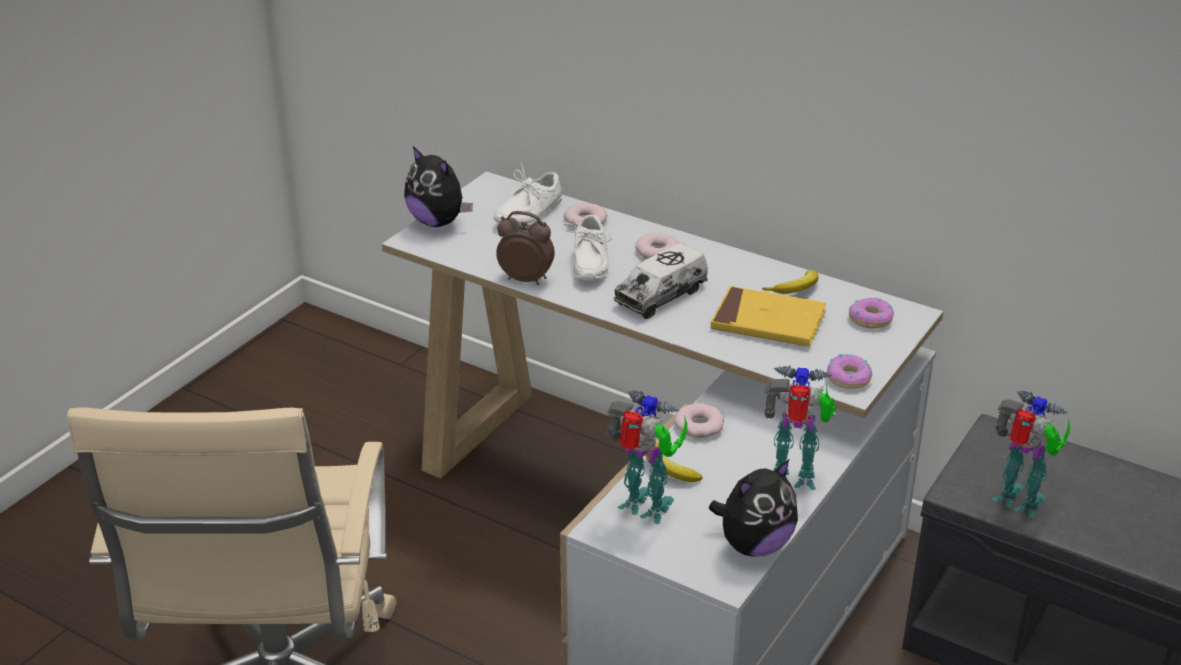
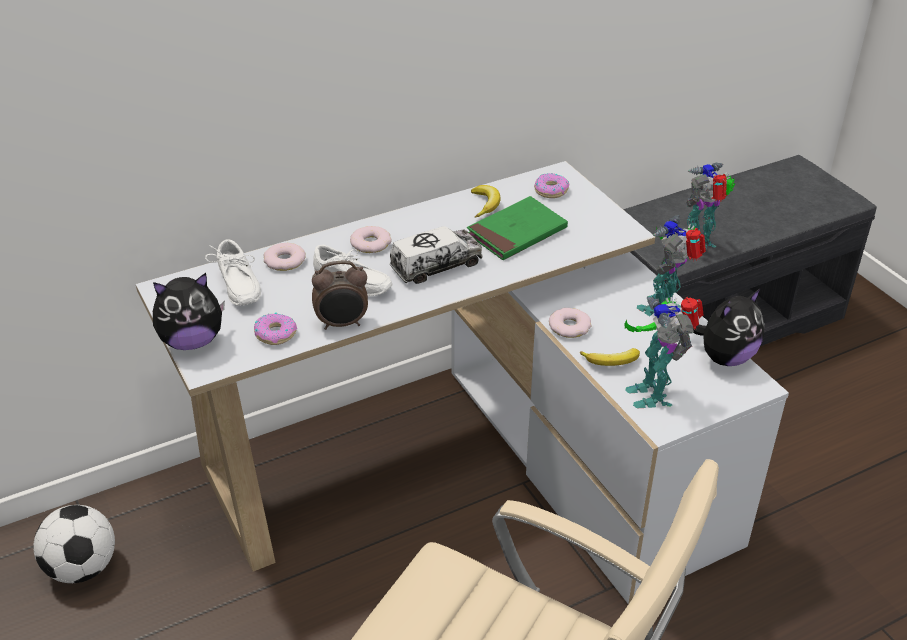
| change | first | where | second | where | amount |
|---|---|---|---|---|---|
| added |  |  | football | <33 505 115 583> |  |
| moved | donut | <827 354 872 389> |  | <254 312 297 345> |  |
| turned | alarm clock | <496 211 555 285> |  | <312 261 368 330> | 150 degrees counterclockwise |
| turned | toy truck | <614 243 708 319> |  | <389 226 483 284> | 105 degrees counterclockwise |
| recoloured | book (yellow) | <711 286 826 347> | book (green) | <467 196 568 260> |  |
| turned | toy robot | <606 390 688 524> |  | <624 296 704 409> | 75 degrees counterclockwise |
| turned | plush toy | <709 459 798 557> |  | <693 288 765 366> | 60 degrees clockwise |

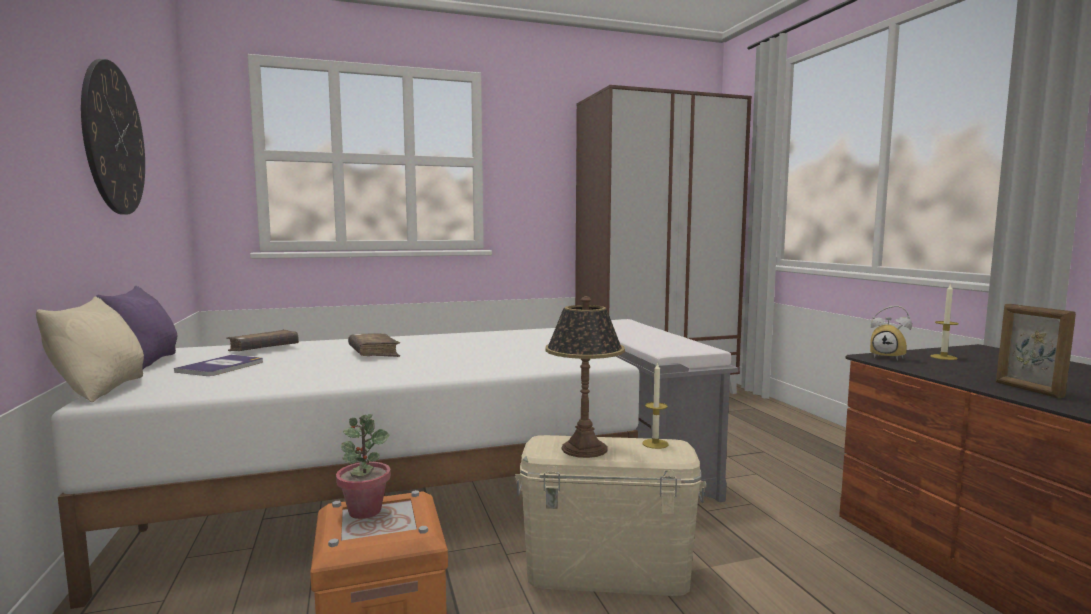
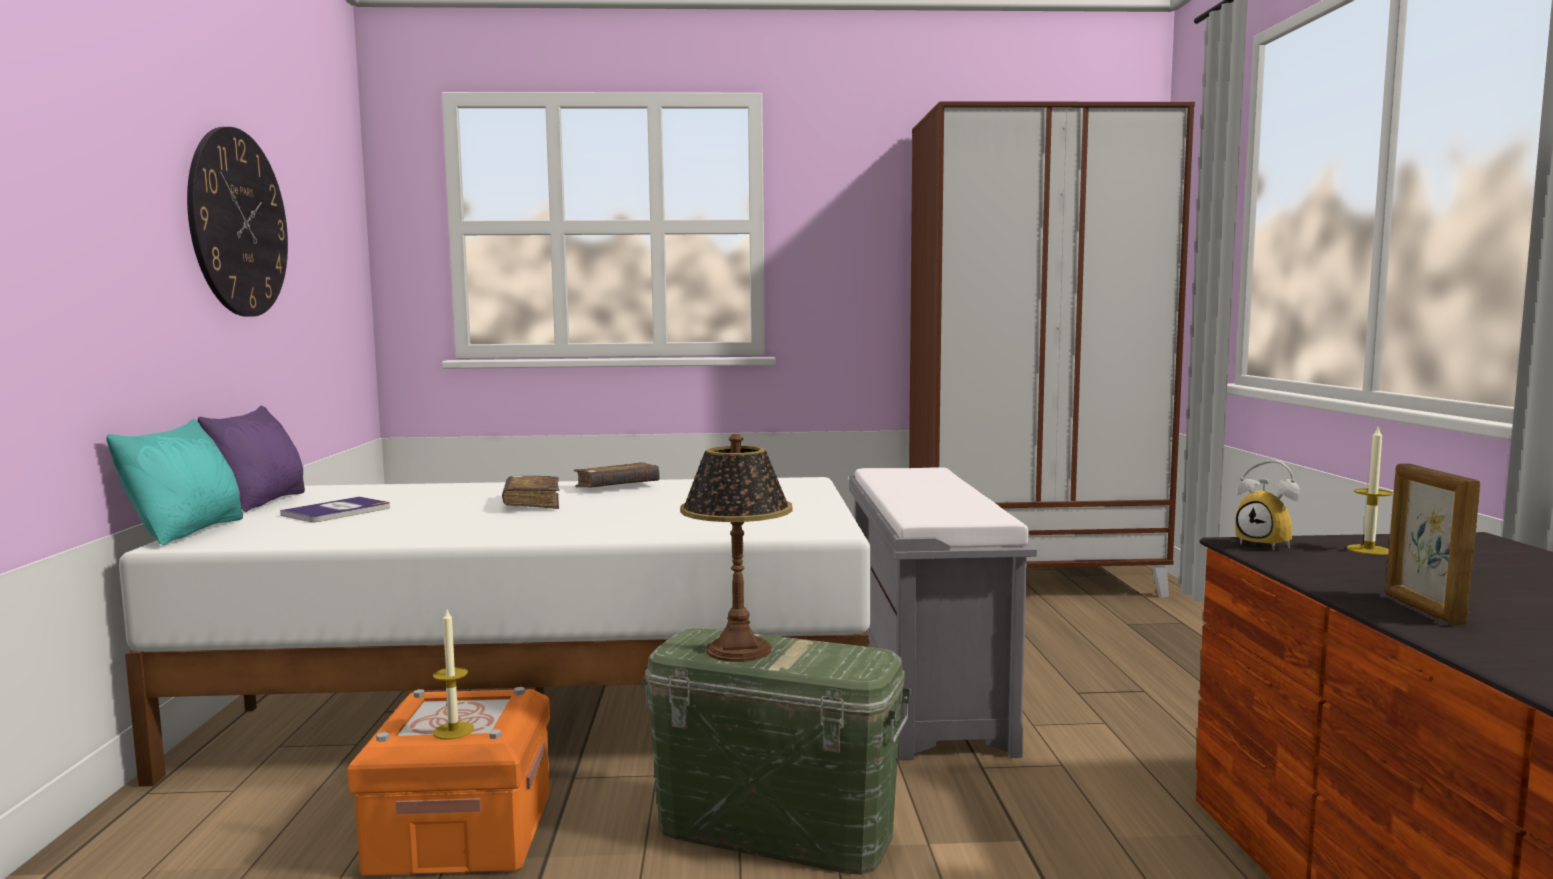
| change | first | where | second | where | amount |
|---|---|---|---|---|---|
| recoloured | pillow (beige) | <36 296 144 402> | pillow (turquoise) | <106 419 243 545> |  |
| moved | candle | <642 362 668 449> |  | <433 610 474 740> |  |
| moved | book (brown) | <226 330 299 351> |  | <574 462 659 488> |  |
| recoloured | storage box (beige) | <515 435 706 596> | storage box (green) | <642 628 911 875> |  |
| removed | potted plant | <336 414 391 519> |  |  |  |

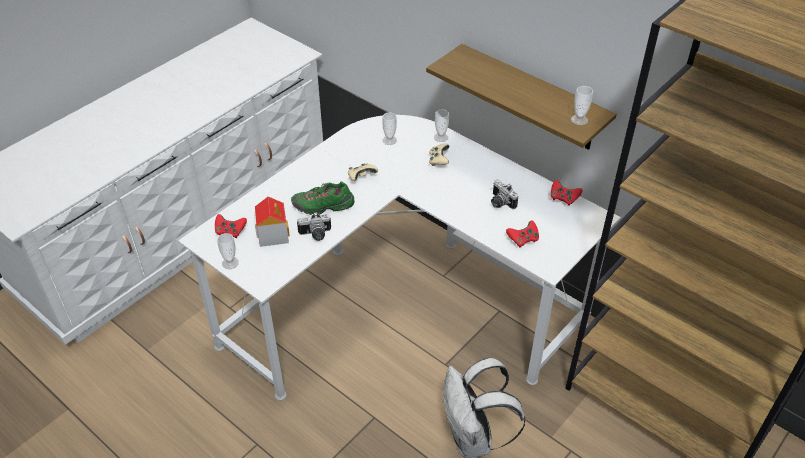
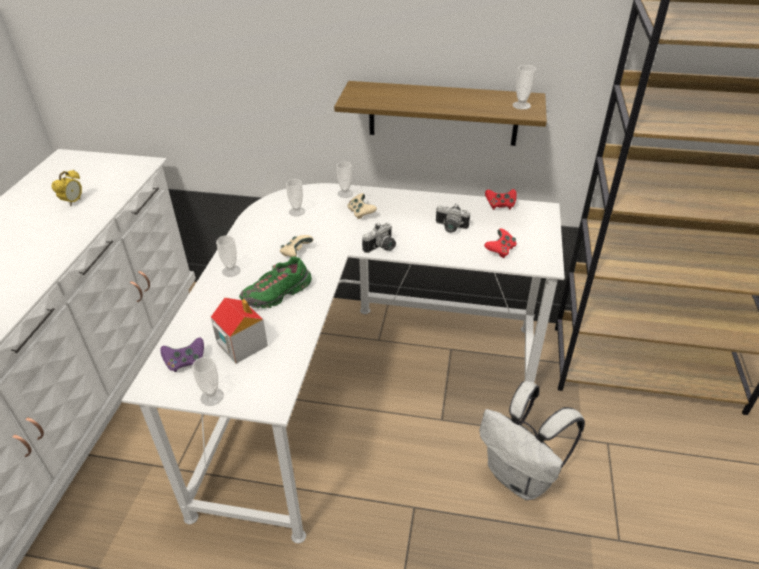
| change | first | where | second | where | amount |
|---|---|---|---|---|---|
| added |  |  | alarm clock | <52 170 82 206> |  |
| recoloured | game controller (red) | <215 214 247 238> | game controller (purple) | <160 337 204 372> |  |
| added |  |  | cup | <216 235 241 277> |  |
| moved | photo camera | <297 212 331 241> |  | <362 223 396 253> |  |

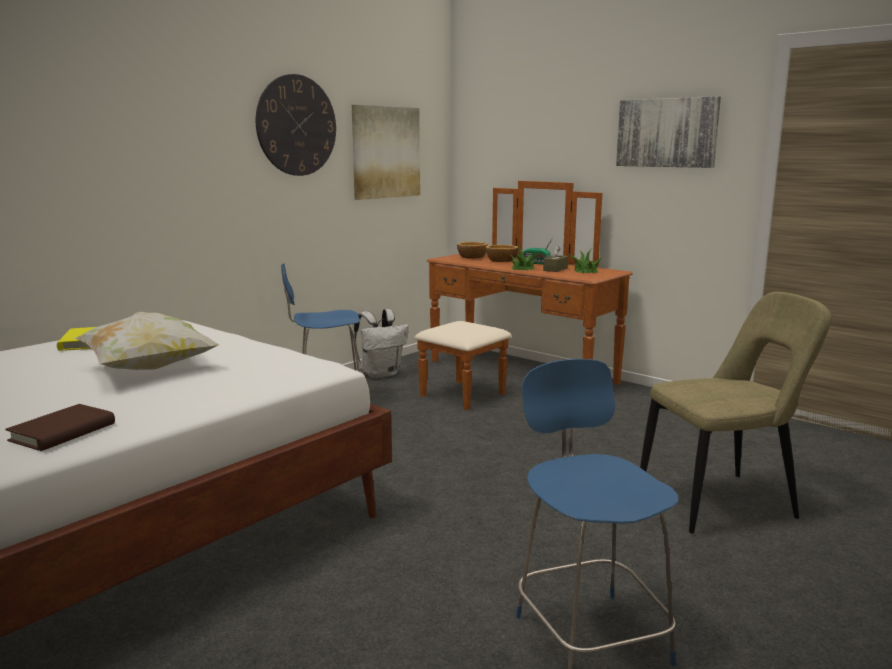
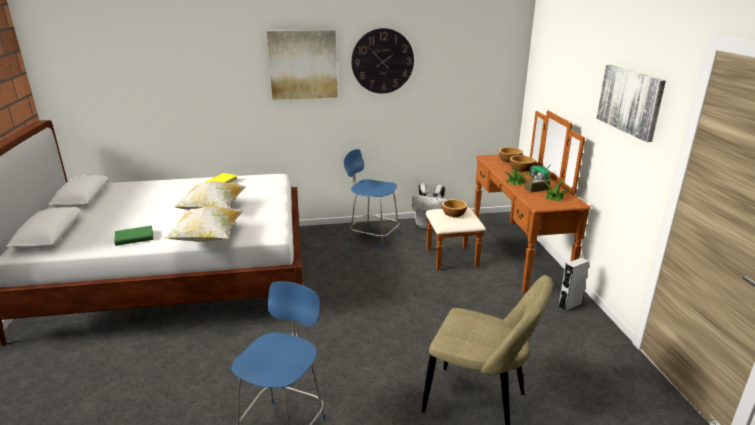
| change | first | where | second | where | amount |
|---|---|---|---|---|---|
| recoloured | book (brown) | <5 404 115 451> | book (green) | <114 226 153 246> |  |
| added |  |  | pillow | <165 207 244 242> |  |
| moved | picture | <352 105 420 200> |  | <267 30 338 100> |  |
| added |  |  | bowl | <442 199 467 217> |  |
| added |  |  | speaker (grey) | <558 257 590 312> |  |

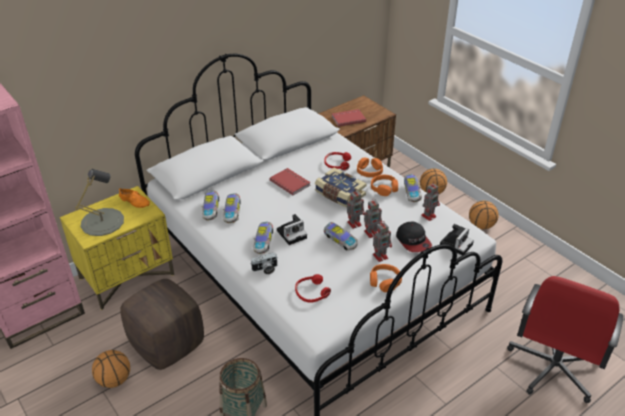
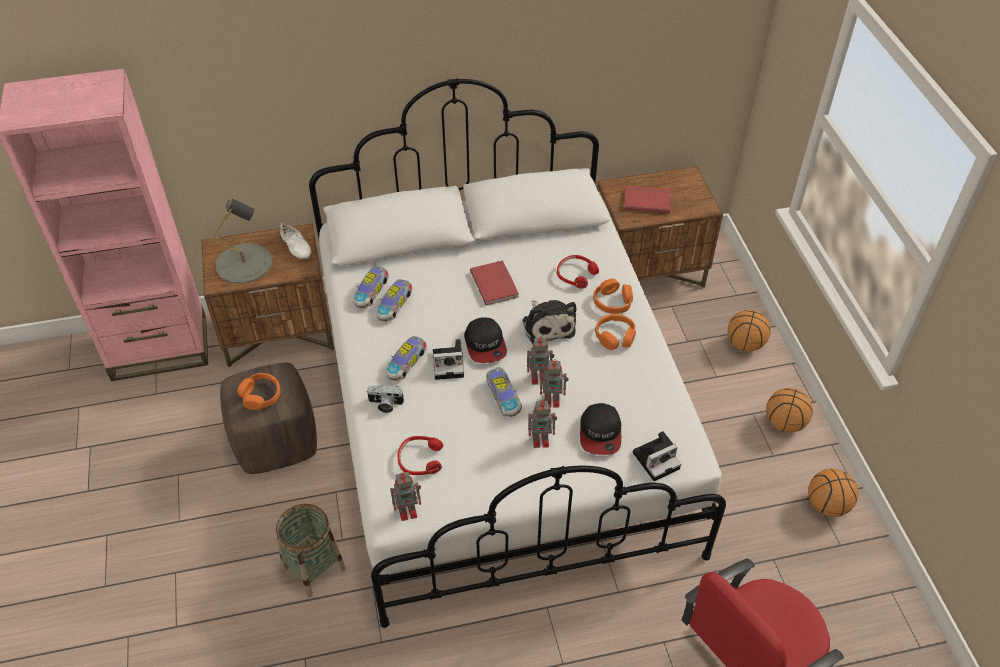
| change | first | where | second | where | amount |
|---|---|---|---|---|---|
| recoloured | nightstand (yellow) | <60 186 174 310> | nightstand (brown) | <201 223 334 367> |  |
| moved | headphones (orange) | <370 264 402 292> |  | <237 373 281 410> |  |
| recoloured | shoe (orange) | <119 188 150 208> | shoe (white) | <280 223 311 259> |  |
| moved | toy robot | <421 183 440 221> |  | <390 472 421 521> |  |
| added |  |  | cap | <464 317 507 363> |  |
| replaced | book | <315 167 367 208> | plush toy | <523 300 576 344> |  |
| moved | basketball | <92 350 130 388> |  | <808 469 858 517> |  |
| removed | toy car | <404 174 422 202> |  |  |  |

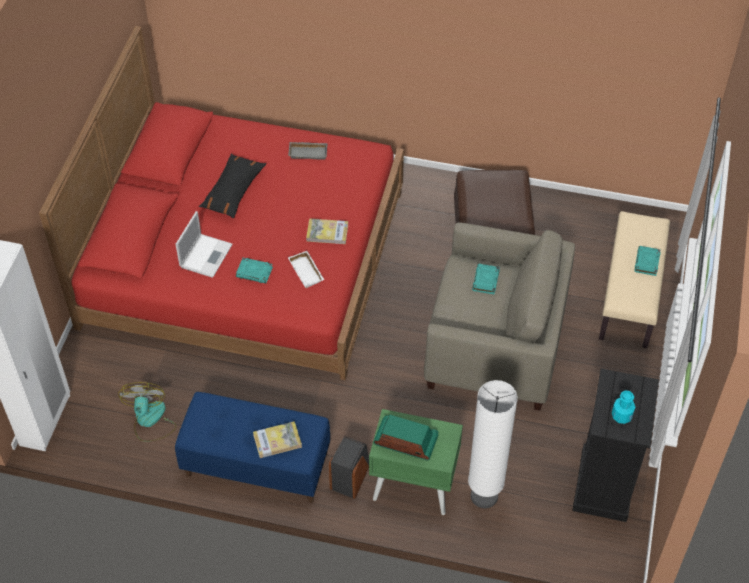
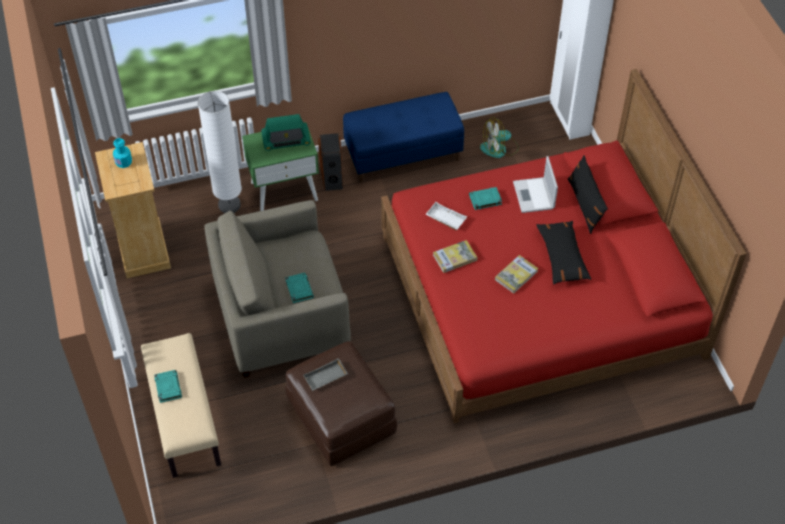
| change | first | where | second | where | amount |
|---|---|---|---|---|---|
| recoloured | dresser (black) | <572 368 659 522> | dresser (beige) | <95 142 171 278> |  |
| moved | tray (grey) | <288 142 328 160> |  | <303 358 348 391> |  |
| turned | fan | <118 382 176 442> |  | <480 117 519 158> | 105 degrees clockwise |
| moved | book | <253 421 302 458> |  | <495 255 539 294> |  |
| added |  |  | pillow (black) | <568 155 608 234> |  |

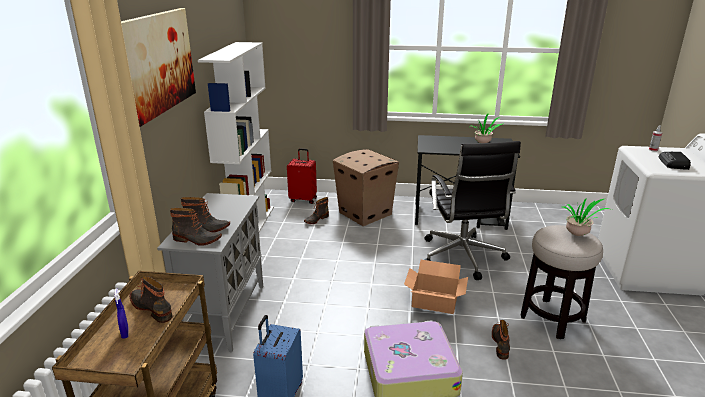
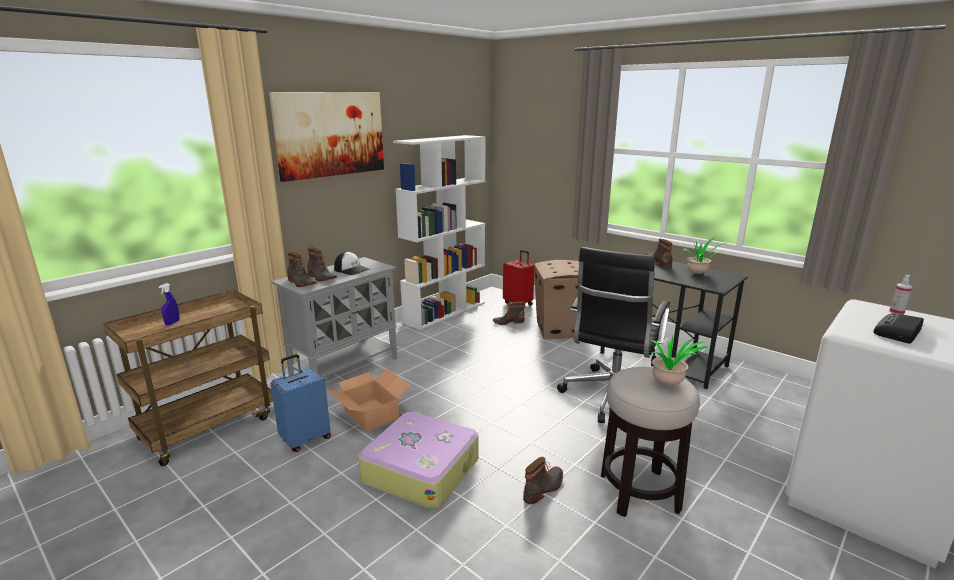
| change | first | where | second | where | amount |
|---|---|---|---|---|---|
| moved | cardboard box | <404 260 468 314> |  | <327 368 411 432> |  |
| added |  |  | cap | <334 252 370 275> |  |
| moved | boot | <129 276 173 323> |  | <645 239 673 268> |  |

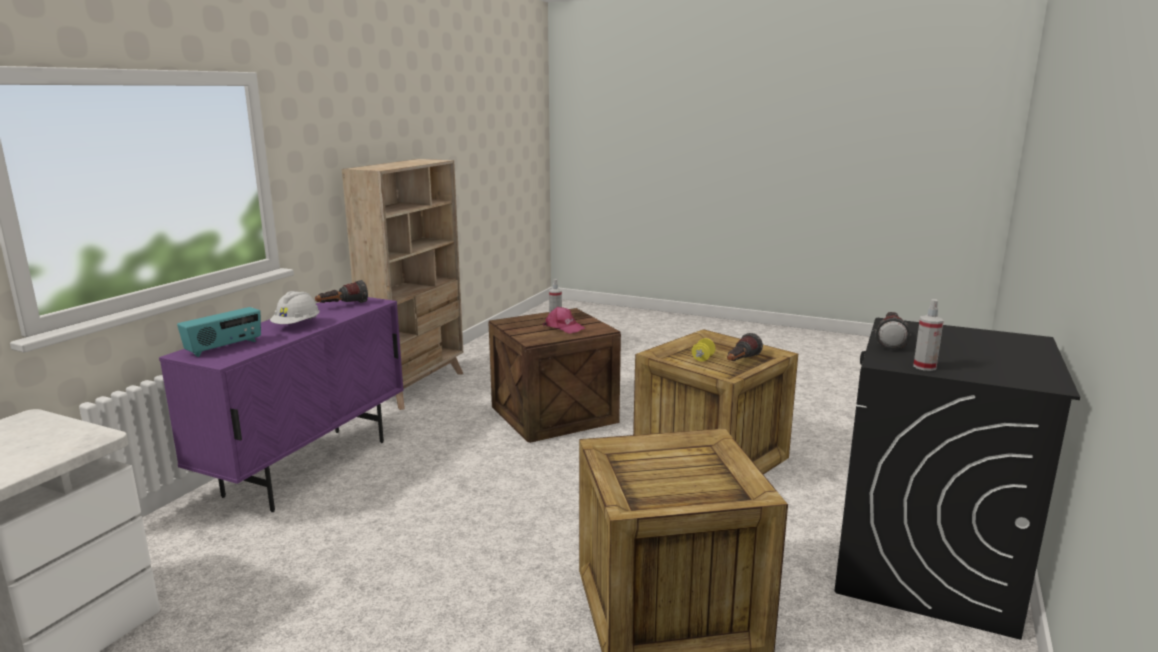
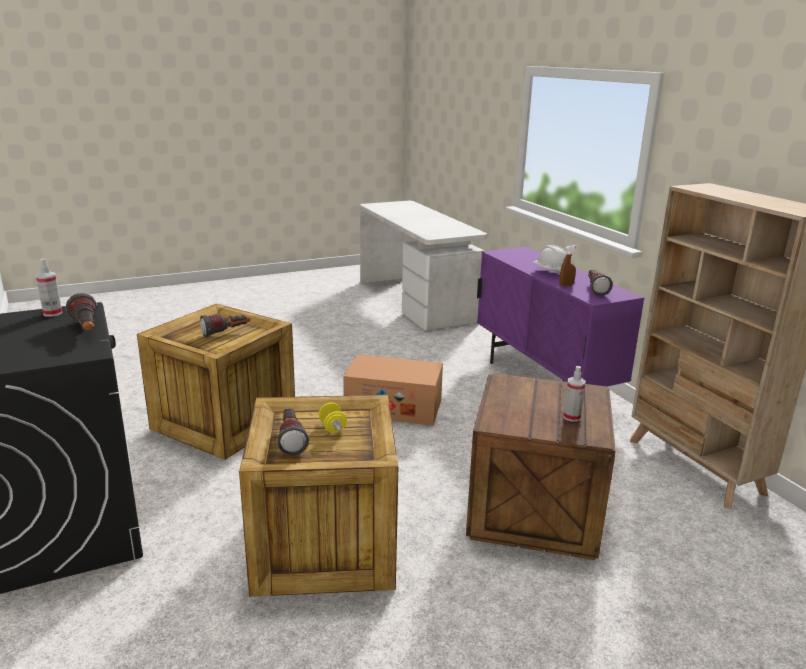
| change | first | where | second | where | amount |
|---|---|---|---|---|---|
| added |  |  | flashlight | <200 315 250 337> |  |
| added |  |  | cardboard box | <343 354 443 425> |  |
| added |  |  | spray bottle (brown) | <560 245 577 286> |  |
| removed | radio | <177 307 261 357> |  |  |  |
| removed | cap (pink) | <543 307 585 334> |  |  |  |

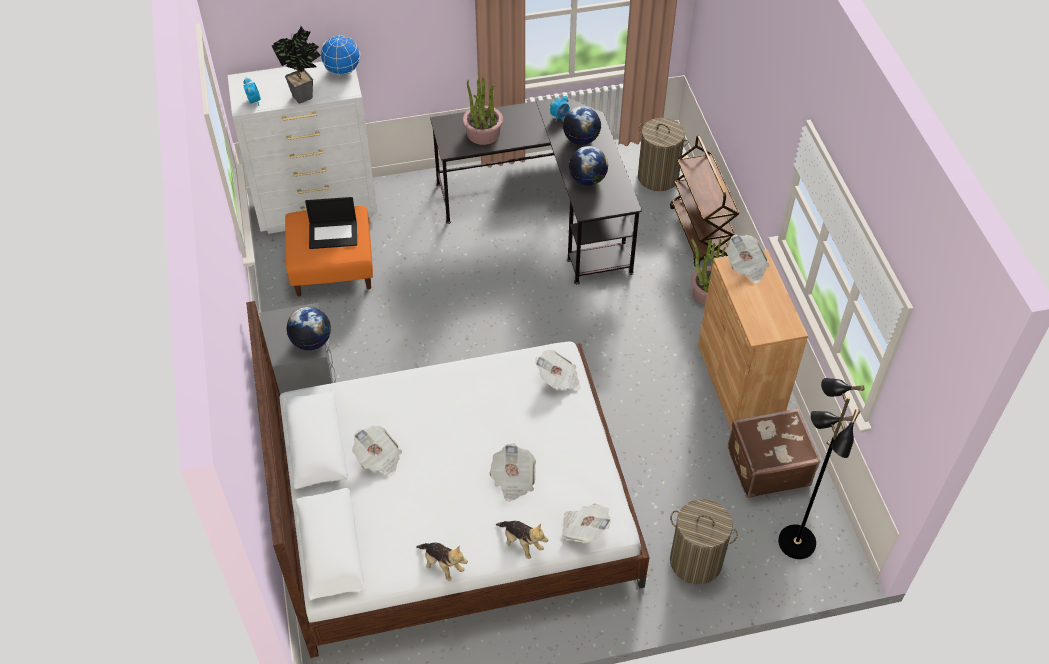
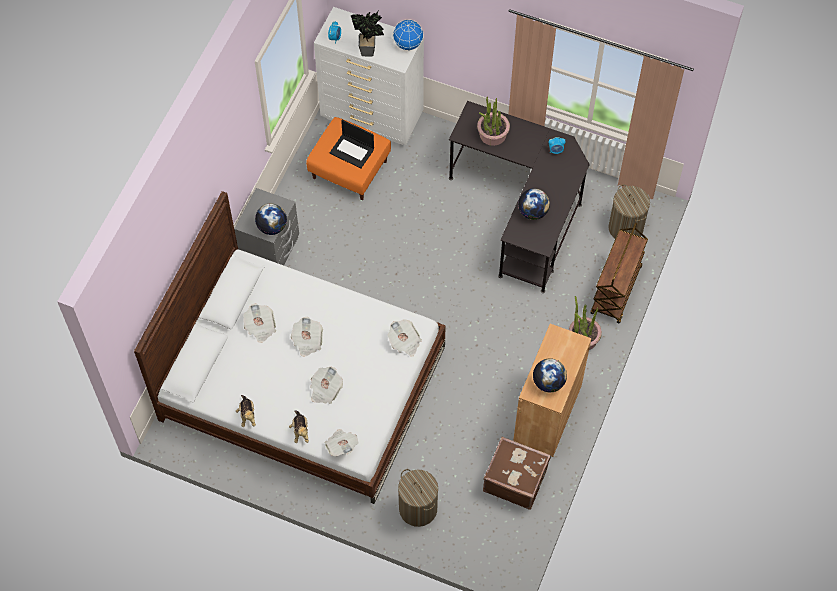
| change | first | where | second | where | amount |
|---|---|---|---|---|---|
| moved | newspaper | <726 234 769 283> |  | <291 317 323 357> |  |
| moved | globe | <563 106 601 145> |  | <533 358 567 392> |  |
| removed | floor lamp (black) | <778 378 864 559> |  |  |  |

